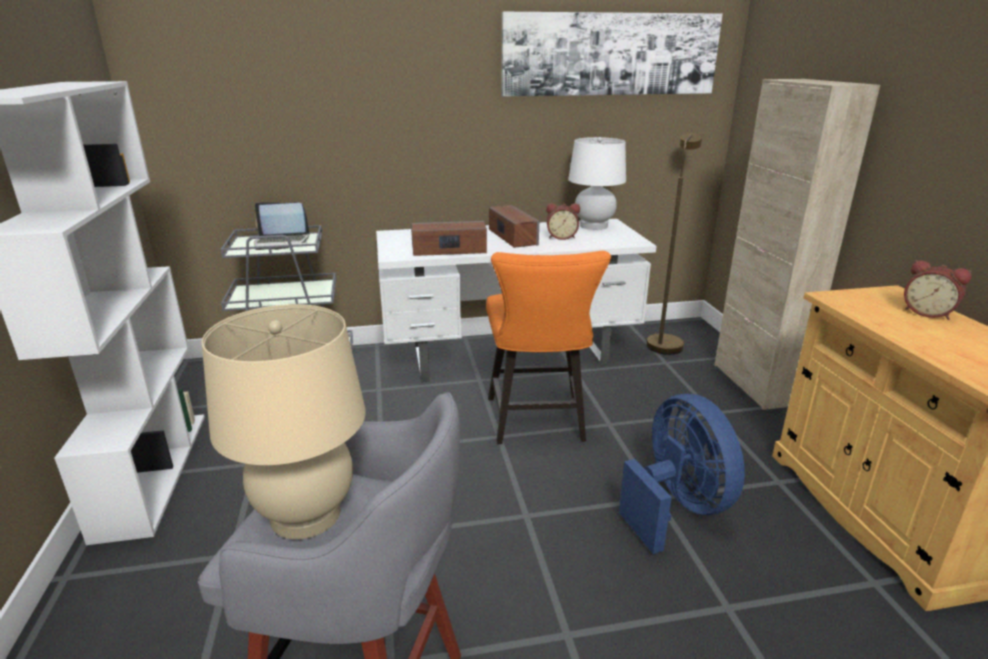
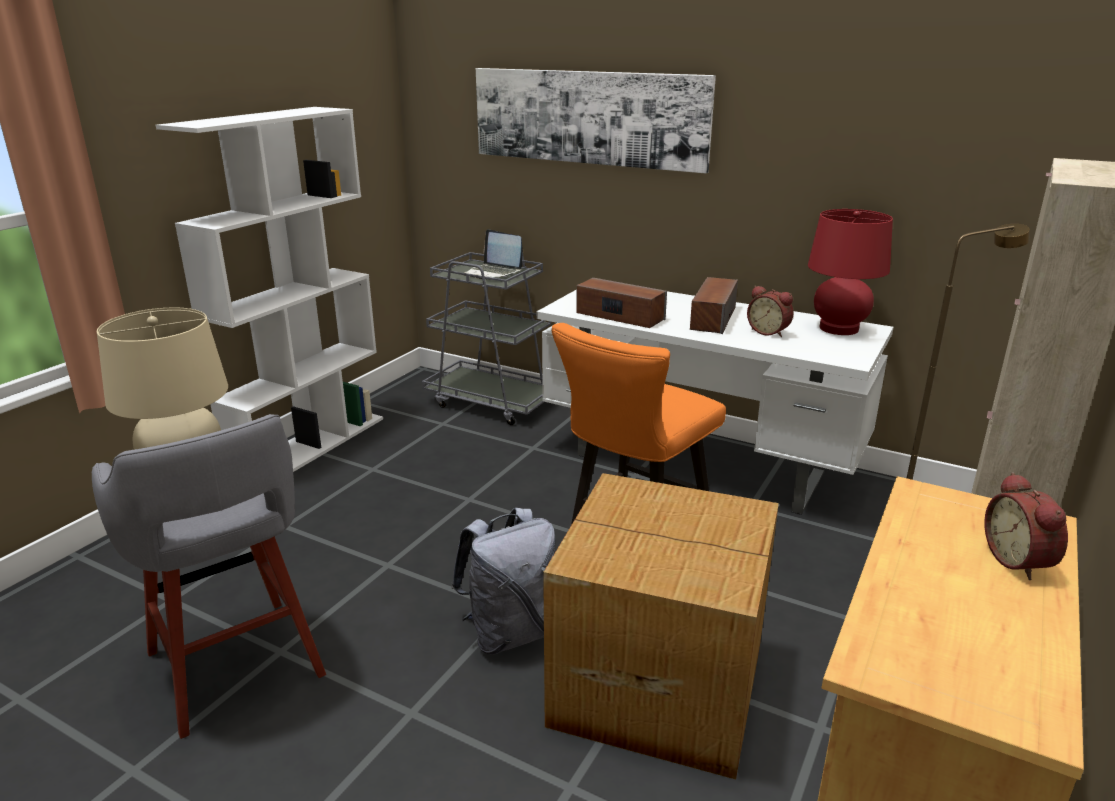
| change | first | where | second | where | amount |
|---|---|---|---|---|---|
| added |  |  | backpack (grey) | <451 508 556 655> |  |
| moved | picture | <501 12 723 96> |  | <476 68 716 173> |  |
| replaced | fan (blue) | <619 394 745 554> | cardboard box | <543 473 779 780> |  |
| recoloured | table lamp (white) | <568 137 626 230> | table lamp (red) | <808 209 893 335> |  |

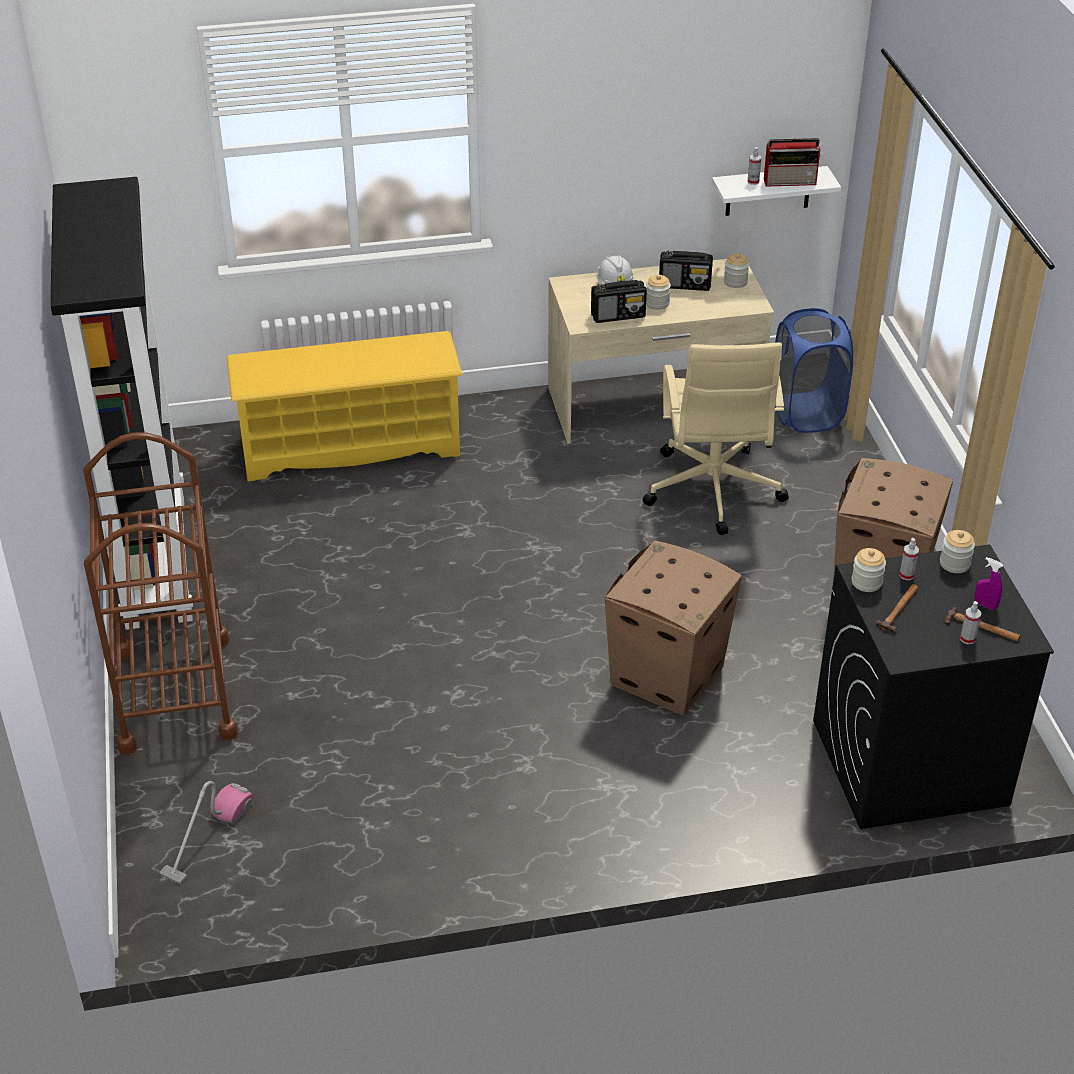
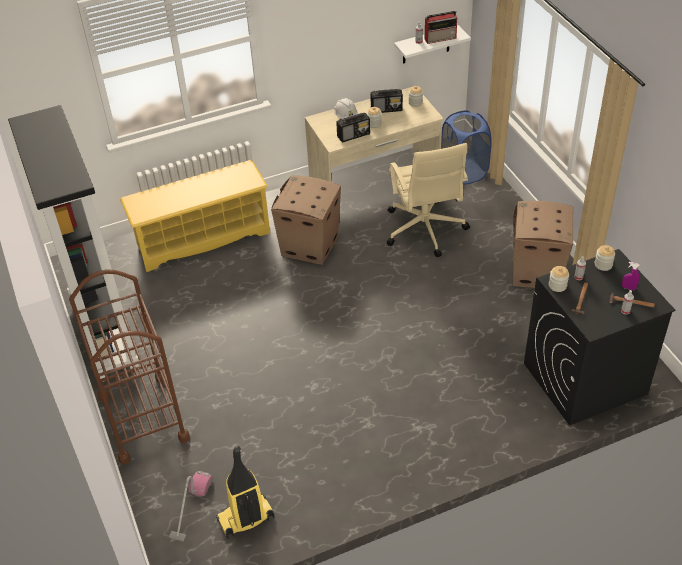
| change | first | where | second | where | amount |
|---|---|---|---|---|---|
| added |  |  | vacuum cleaner | <216 446 275 539> |  |
| moved | cardboard box | <605 541 742 716> |  | <271 175 341 265> |  |

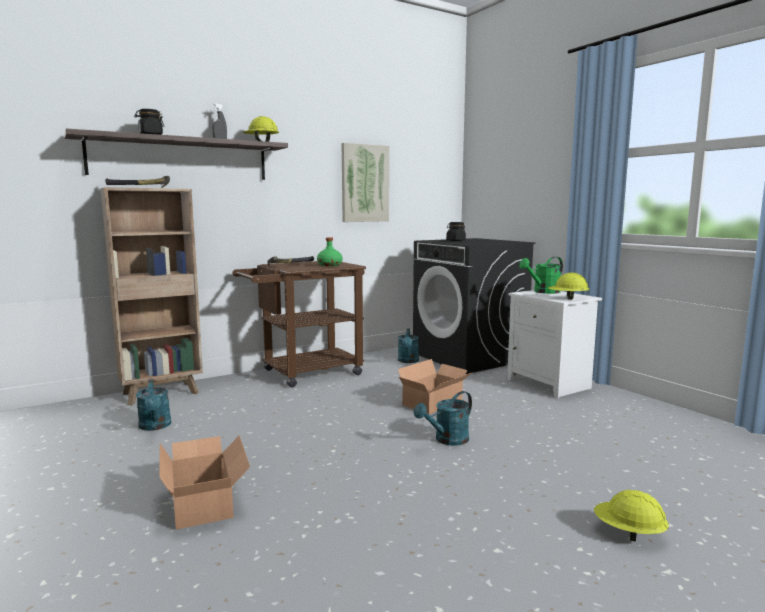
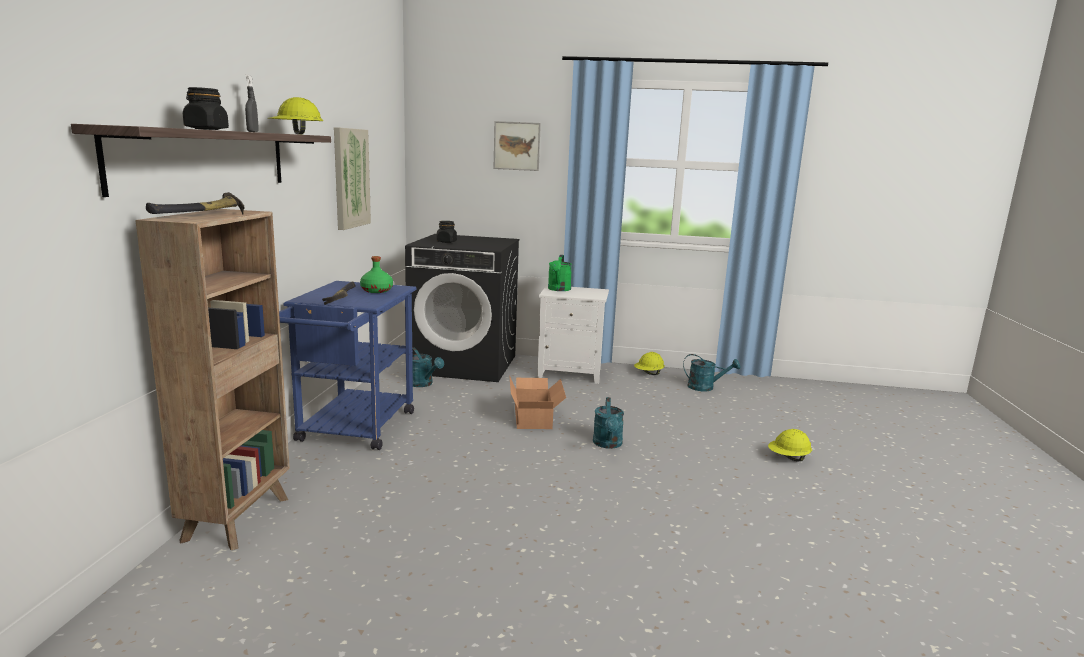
| change | first | where | second | where | amount |
|---|---|---|---|---|---|
| recoloured | cart (brown) | <232 261 366 387> | cart (blue) | <279 281 417 450> |  |
| added |  |  | picture | <494 121 541 171> |  |
| moved | hard hat (yellow) | <548 273 589 299> |  | <634 352 665 375> |  |
| moved | watering can (turquoise) | <136 379 171 431> |  | <683 354 740 391> |  |
| removed | cardboard box | <159 435 250 530> |  |  |  |

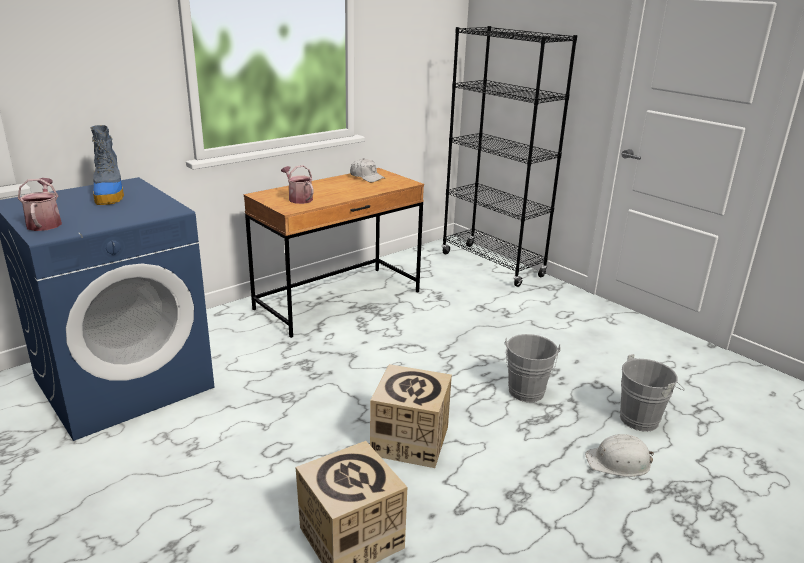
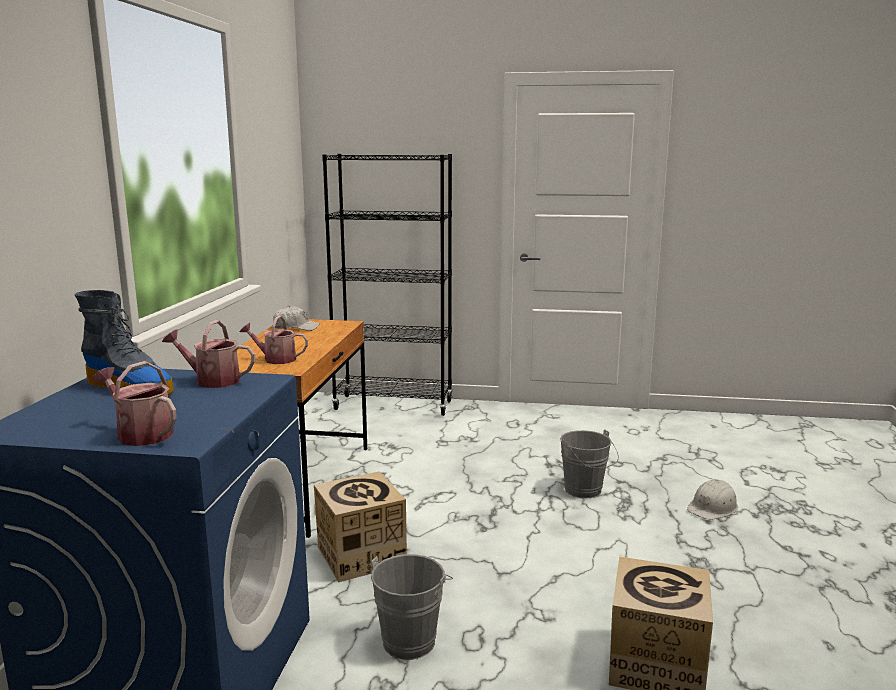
| change | first | where | second | where | amount |
|---|---|---|---|---|---|
| added |  |  | watering can | <162 320 255 388> |  |
| moved | cardboard box | <370 364 452 468> |  | <314 472 407 582> |  |
| moved | bucket (grey) | <620 354 685 432> |  | <371 554 453 660> |  |

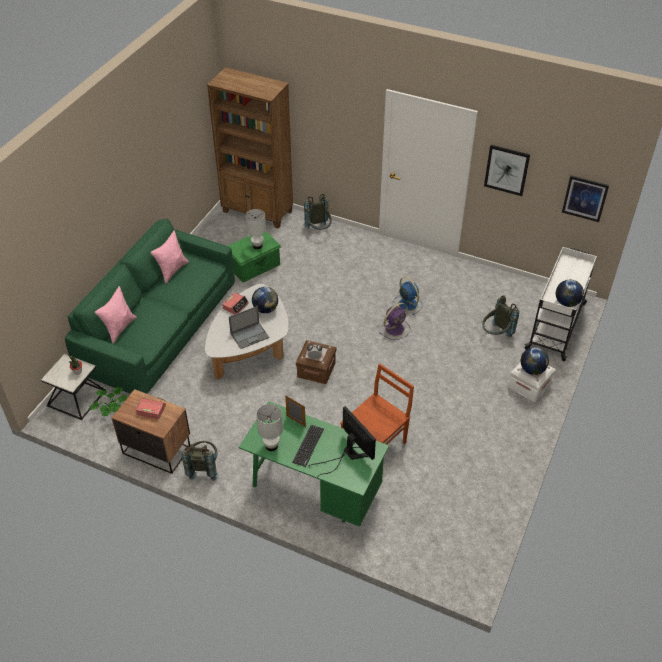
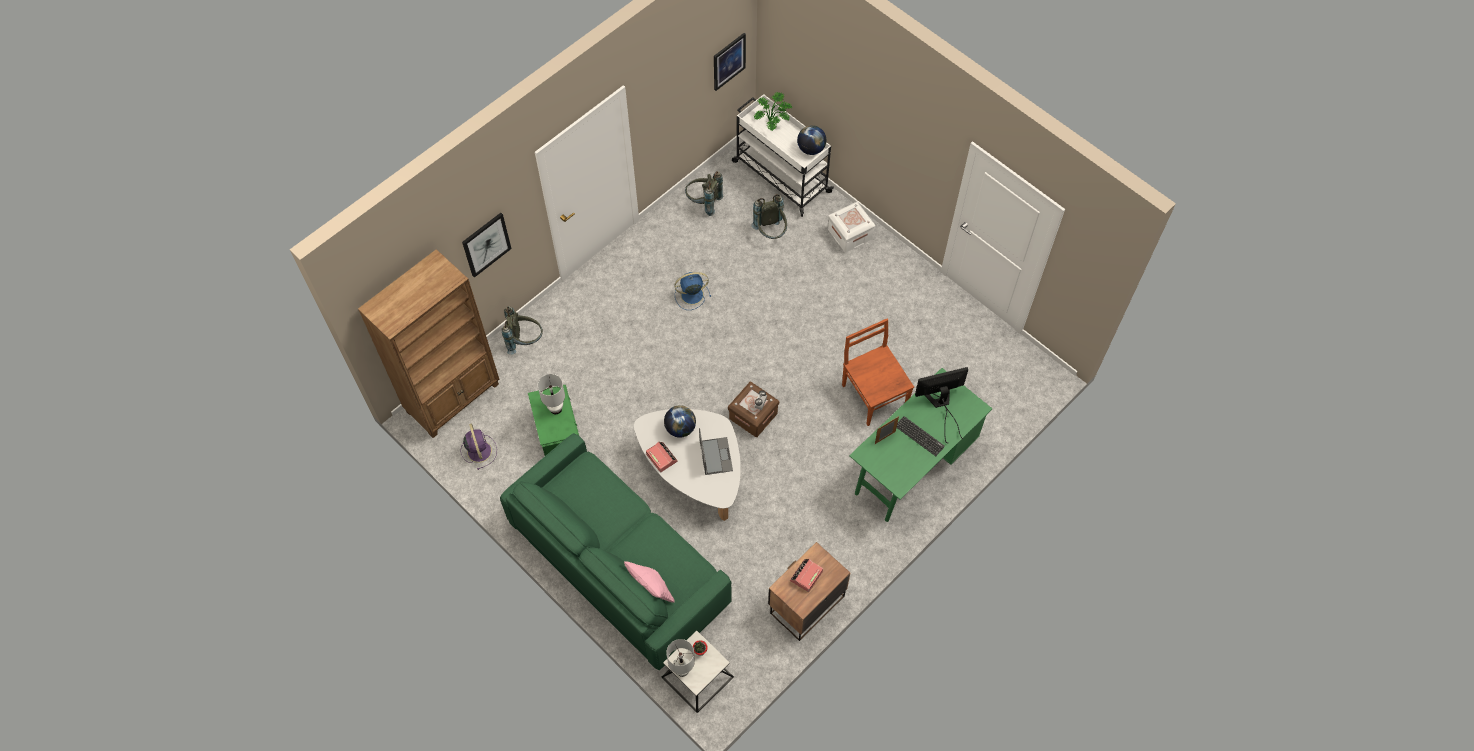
| change | first | where | second | where | amount |
|---|---|---|---|---|---|
| moved | fan (purple) | <380 303 410 340> |  | <460 423 497 470> |  |
| moved | picture | <484 145 530 196> |  | <462 213 511 278> |  |
| moved | table lamp (white) | <256 404 283 451> |  | <666 639 695 677> |  |
| moved | backpack (grey) | <181 441 219 481> |  | <685 171 723 216> |  |
| moved | potted plant | <90 387 128 417> |  | <753 92 792 131> |  |
| removed | pillow (pink) | <151 231 189 284> |  |  |  |
| removed | globe | <521 347 549 375> |  |  |  |

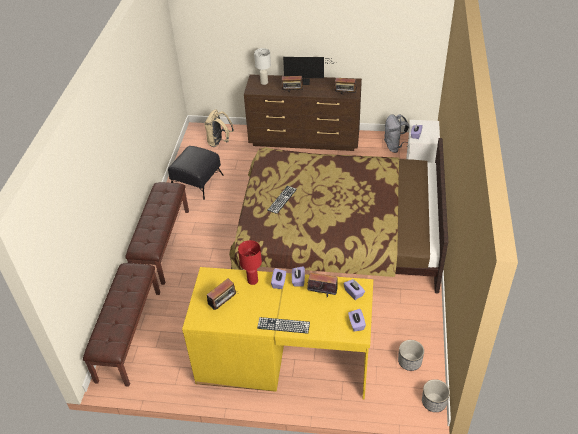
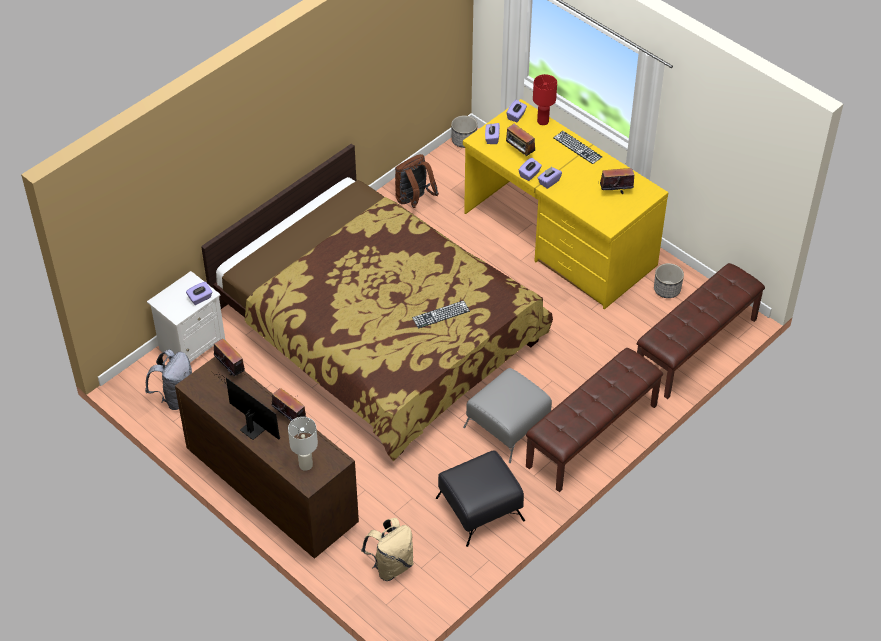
| change | first | where | second | where | amount |
|---|---|---|---|---|---|
| added |  |  | backpack (brown) | <395 154 439 208> |  |
| added |  |  | ottoman (grey) | <463 368 552 463> |  |
| moved | table lamp (red) | <238 240 262 285> |  | <533 74 557 125> |  |
| moved | planter | <398 340 424 371> |  | <654 263 684 298> |  |

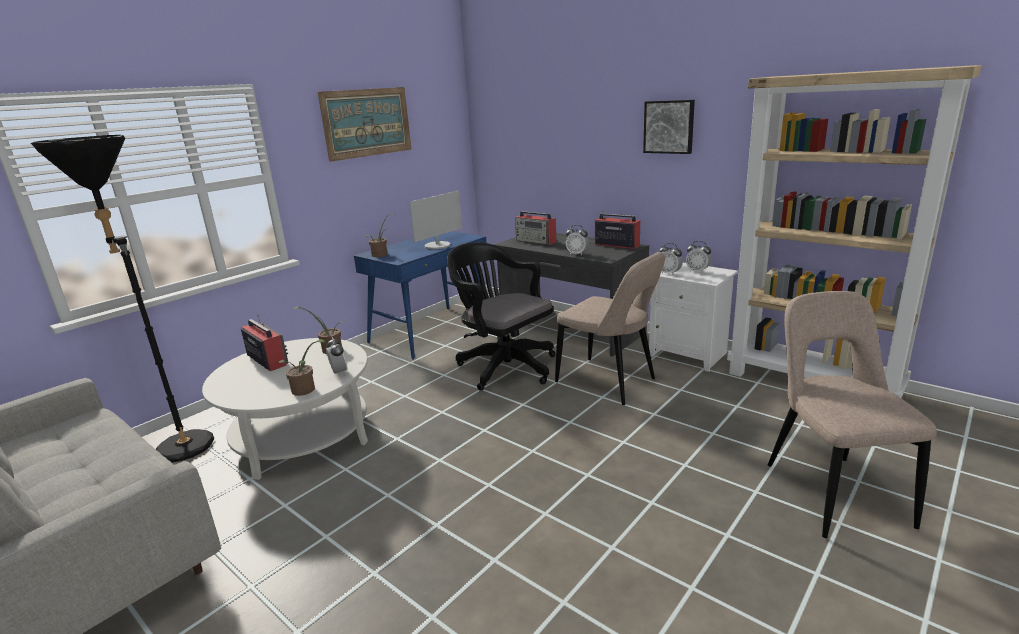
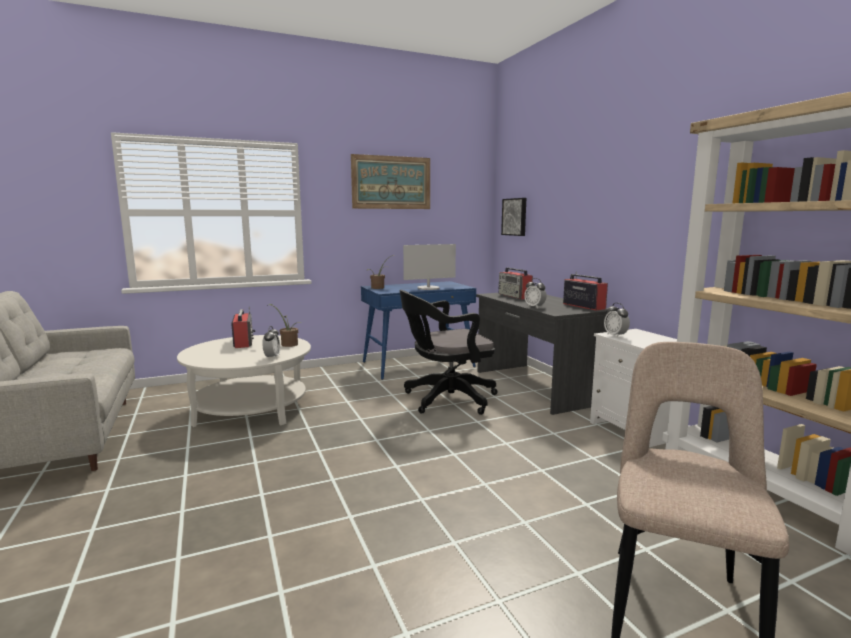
| change | first | where | second | where | amount |
|---|---|---|---|---|---|
| turned | office chair (black) | <447 242 556 391> |  | <400 290 498 415> | 90 degrees counterclockwise |
| moved | picture | <643 100 695 154> |  | <501 198 526 236> |  |
| removed | floor lamp (black) | <31 135 214 463> |  |  |  |
| removed | potted plant | <278 339 326 396> |  |  |  |
| removed | chair (beige) | <555 252 665 405> |  |  |  |
| removed | alarm clock | <686 241 711 273> |  |  |  |

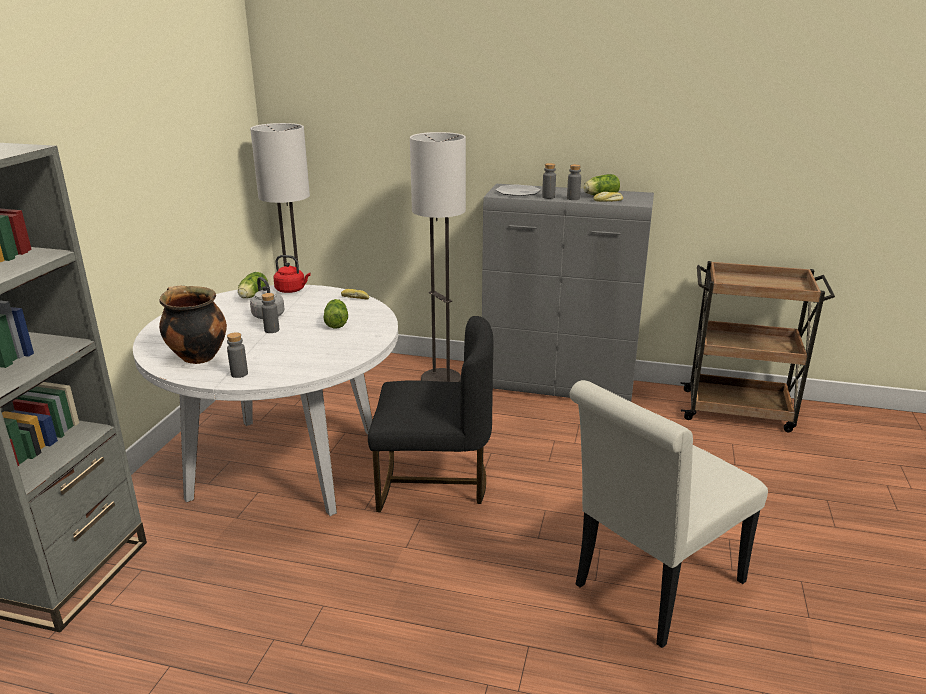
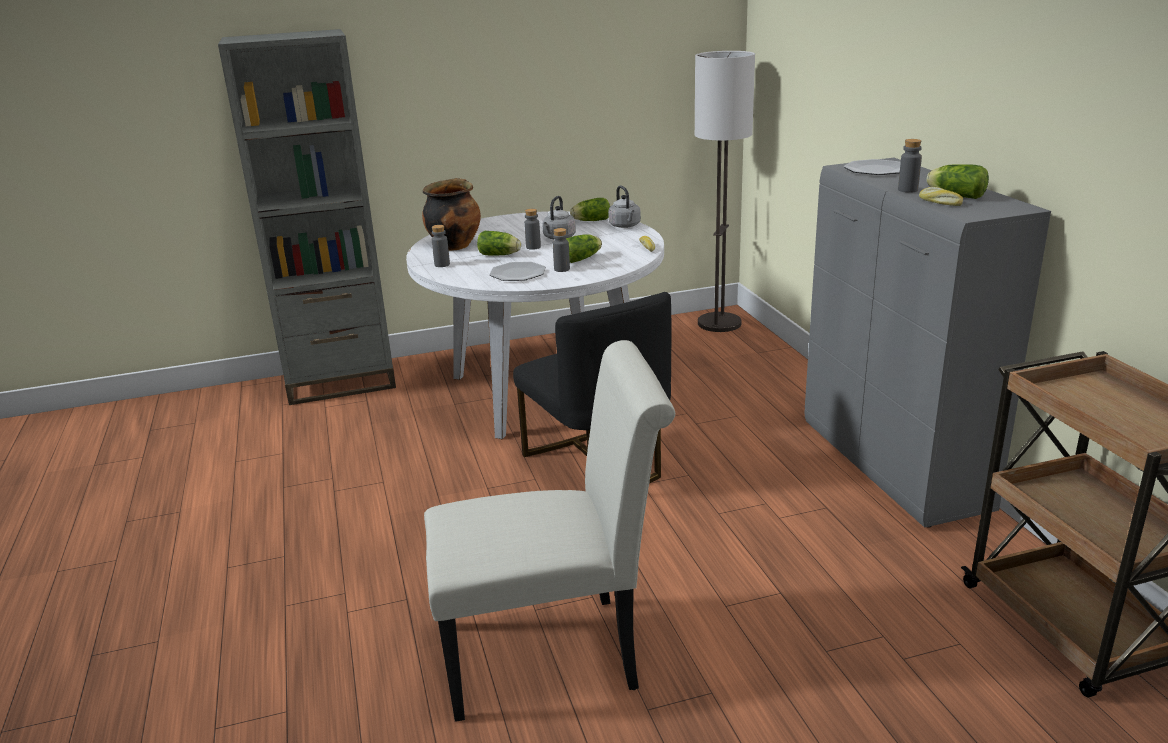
| change | first | where | second | where | amount |
|---|---|---|---|---|---|
| turned | chair (white) | <569 380 768 648> |  | <424 340 675 722> | 150 degrees clockwise |
| added |  |  | lettuce | <477 231 521 256> |  |
| added |  |  | plate | <489 262 546 281> |  |
| moved | bottle (grey) | <542 163 556 199> |  | <553 228 570 272> |  |
| recoloured | kettle (red) | <273 255 311 293> | kettle (grey) | <608 185 641 228> |  |
| removed | floor lamp | <410 132 466 382> |  |  |  |

